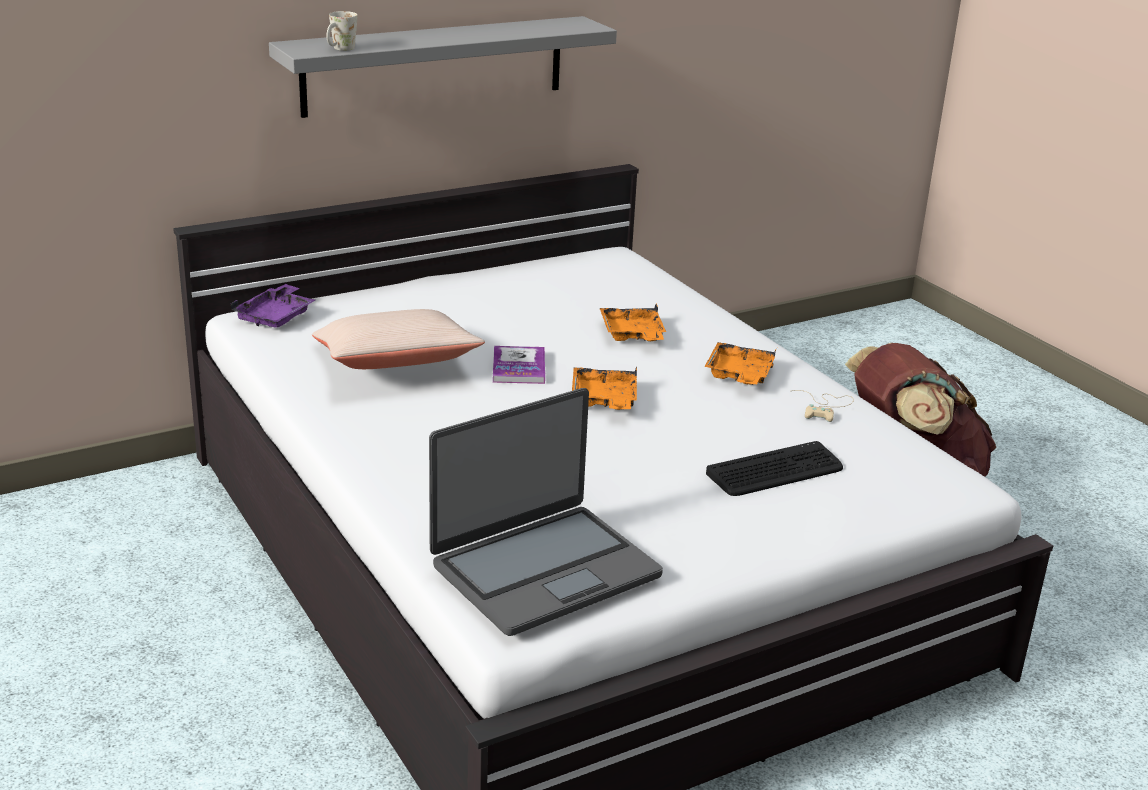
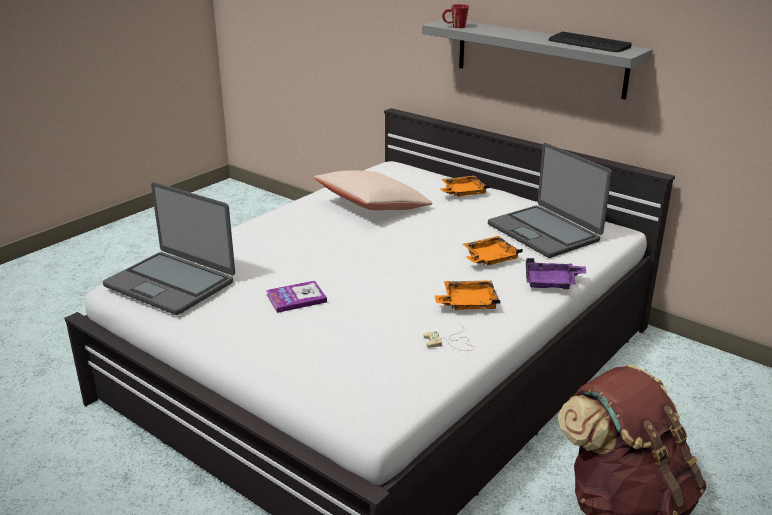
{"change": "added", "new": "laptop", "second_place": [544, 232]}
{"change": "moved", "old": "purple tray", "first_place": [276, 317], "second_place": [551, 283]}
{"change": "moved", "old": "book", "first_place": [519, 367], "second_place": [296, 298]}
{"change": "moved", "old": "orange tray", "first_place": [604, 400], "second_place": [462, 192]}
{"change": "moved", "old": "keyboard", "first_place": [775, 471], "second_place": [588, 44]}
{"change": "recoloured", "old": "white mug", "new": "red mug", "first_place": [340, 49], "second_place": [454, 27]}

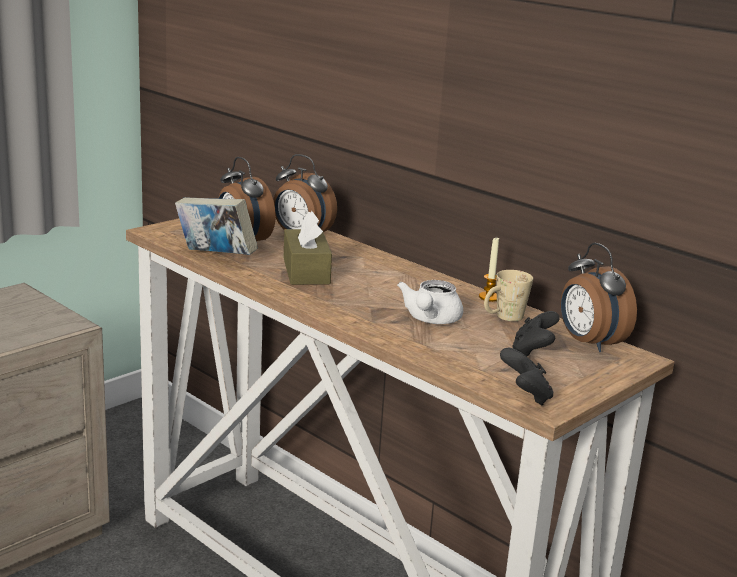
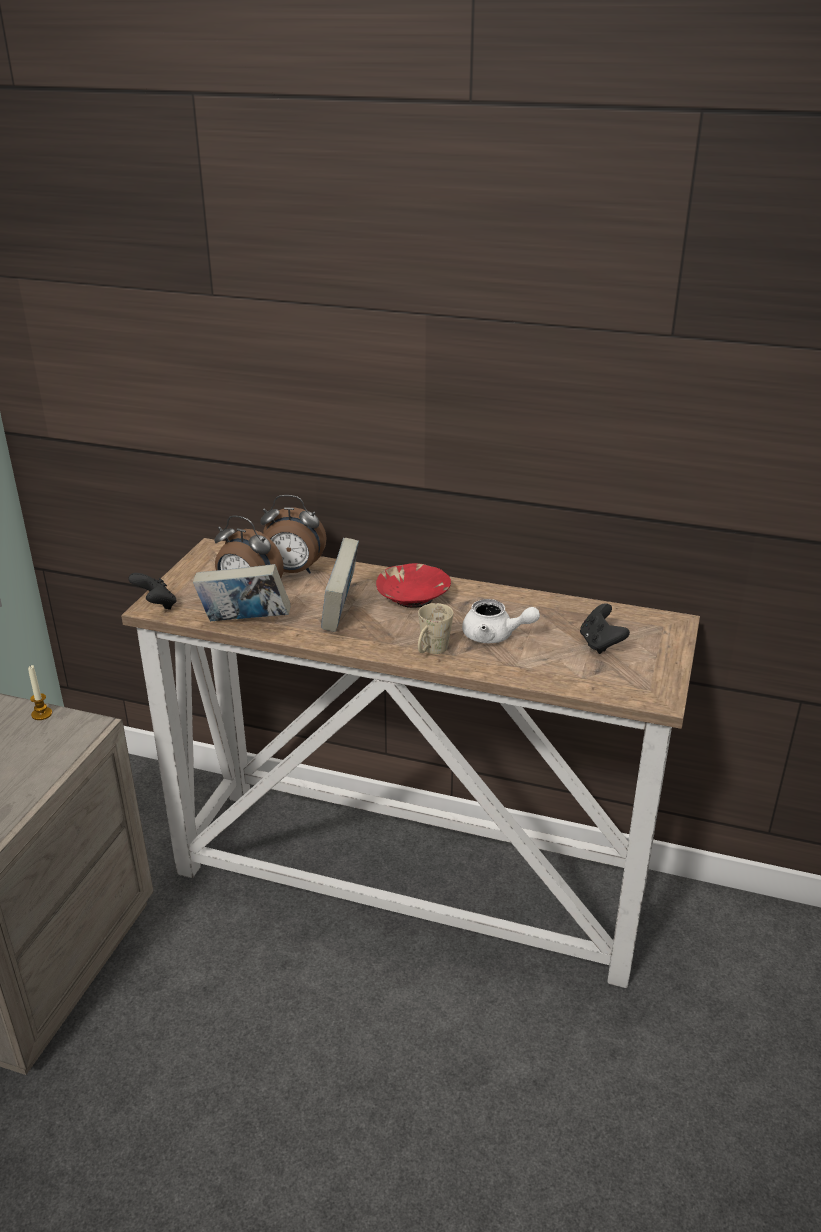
{"change": "removed", "old": "alarm clock", "first_place": [588, 343]}
{"change": "added", "new": "red bowl", "second_place": [414, 597]}
{"change": "moved", "old": "candle", "first_place": [489, 297], "second_place": [42, 714]}
{"change": "moved", "old": "beige mug", "first_place": [503, 318], "second_place": [431, 651]}
{"change": "moved", "old": "black game controller", "first_place": [525, 396], "second_place": [156, 605]}
{"change": "replaced", "old": "brown tissue box", "new": "book", "first_place": [306, 271], "second_place": [341, 613]}
{"change": "turned", "old": "white teapot", "first_place": [430, 320], "second_place": [495, 636], "degrees": -60}

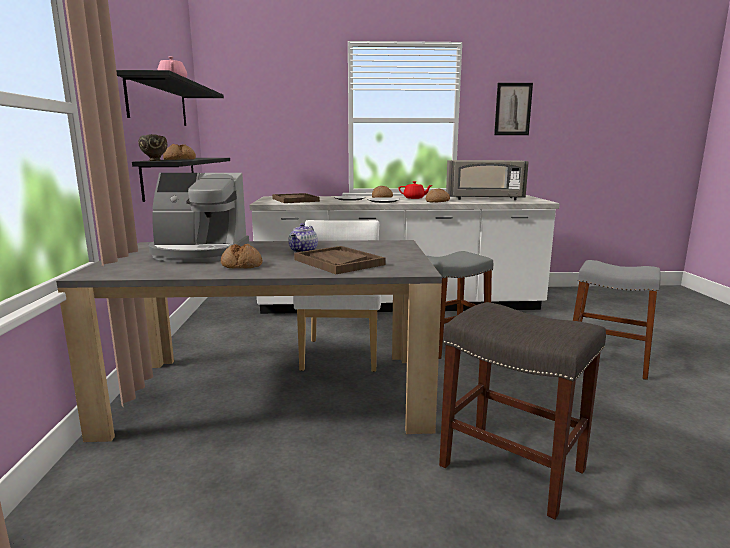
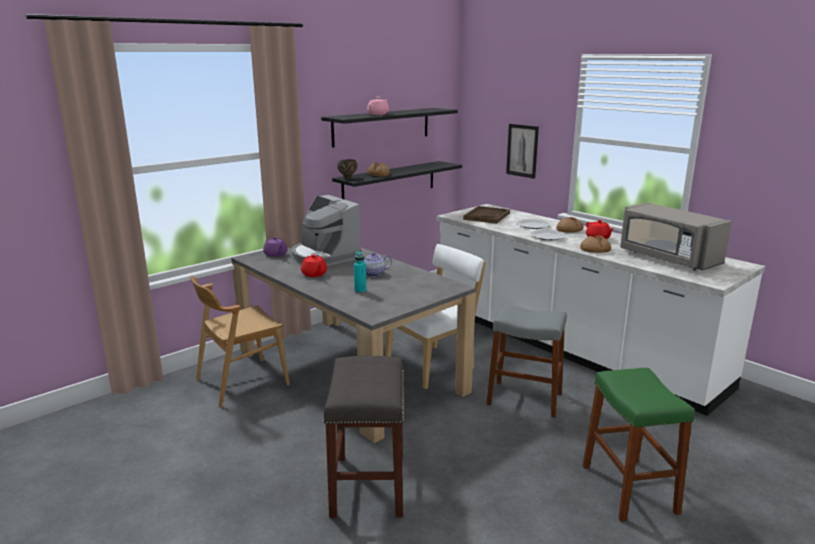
{"change": "added", "new": "brown chair", "second_place": [242, 382]}
{"change": "added", "new": "purple teapot", "second_place": [275, 255]}
{"change": "moved", "old": "picture", "first_place": [513, 109], "second_place": [522, 150]}
{"change": "replaced", "old": "bread", "new": "red teapot", "first_place": [242, 265], "second_place": [314, 274]}
{"change": "replaced", "old": "brown tray", "new": "turquoise bottle", "first_place": [338, 262], "second_place": [360, 291]}
{"change": "recoloured", "old": "grey stool", "new": "green stool", "first_place": [607, 361], "second_place": [629, 489]}

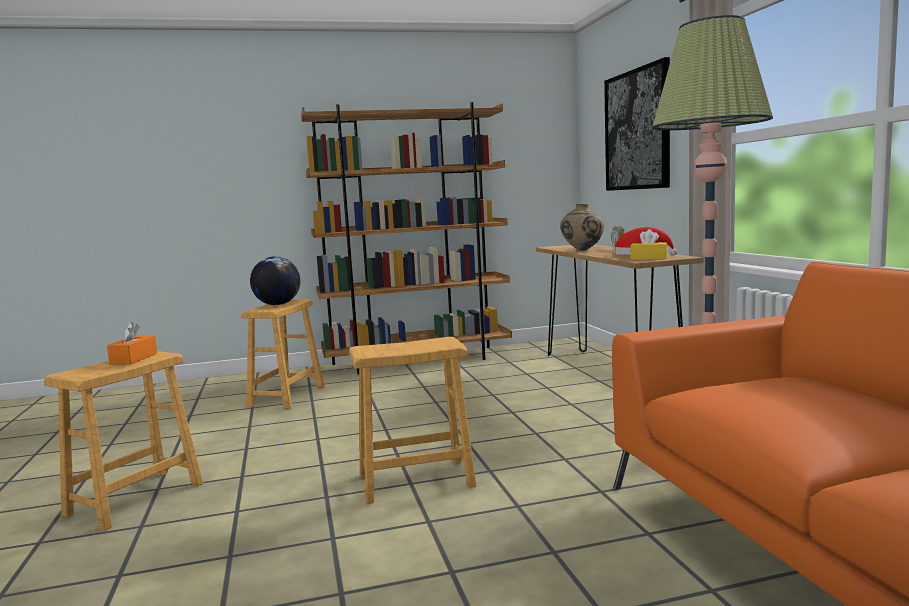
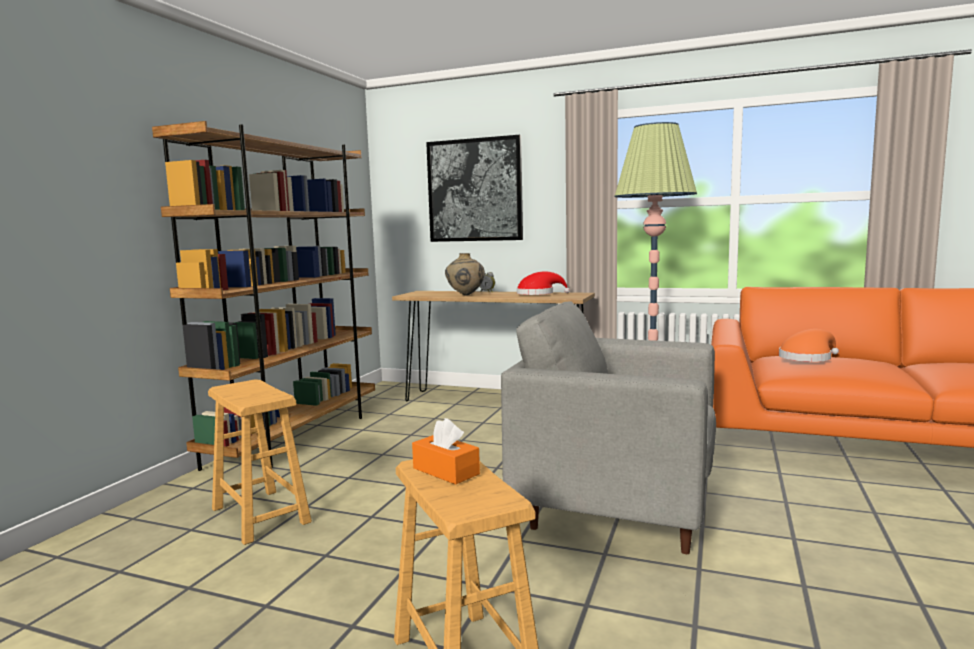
{"change": "removed", "old": "globe", "first_place": [277, 304]}
{"change": "removed", "old": "yellow tissue box", "first_place": [649, 258]}
{"change": "added", "new": "orange hat", "second_place": [807, 358]}
{"change": "replaced", "old": "brown stool", "new": "grey armchair", "first_place": [415, 480], "second_place": [615, 511]}

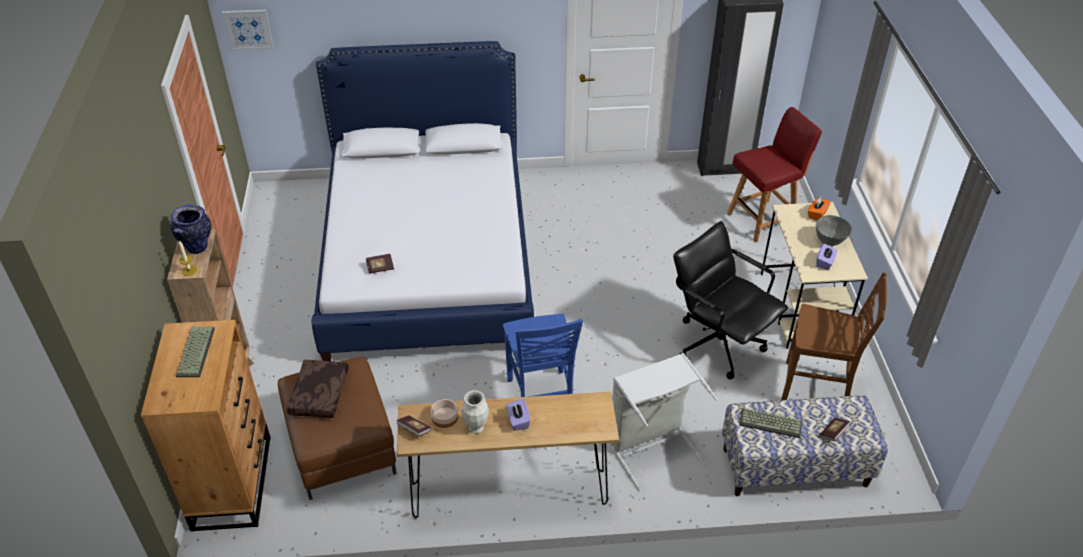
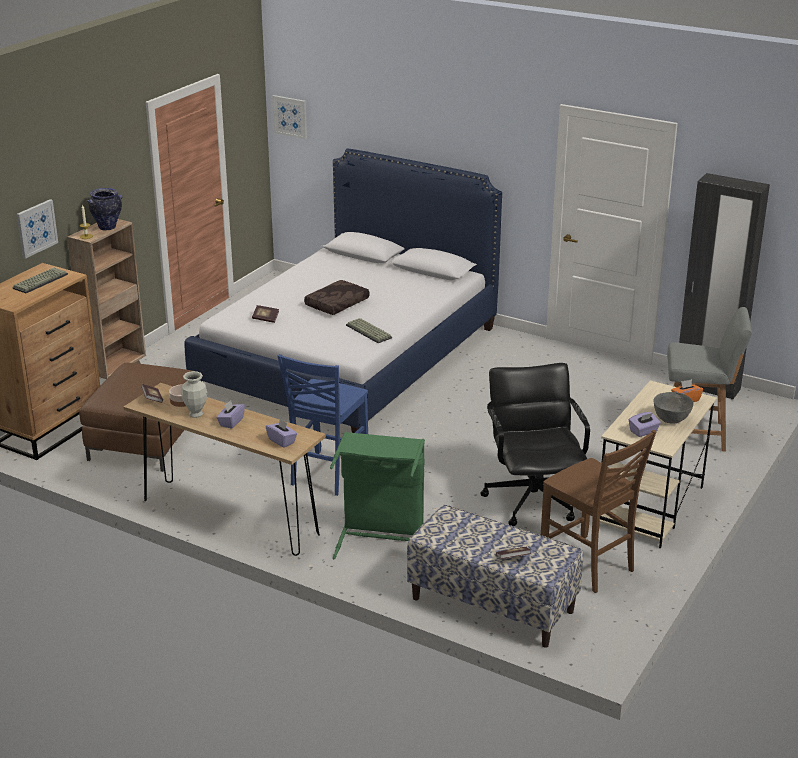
{"change": "added", "new": "picture", "second_place": [36, 228]}
{"change": "added", "new": "purple tissue box", "second_place": [282, 441]}
{"change": "moved", "old": "brown pillow", "first_place": [320, 395], "second_place": [337, 304]}
{"change": "moved", "old": "keyboard", "first_place": [771, 422], "second_place": [370, 331]}
{"change": "recoloured", "old": "grey laundry basket", "new": "green laundry basket", "first_place": [651, 447], "second_place": [380, 539]}
{"change": "recoloured", "old": "red chair", "new": "grey chair", "first_place": [763, 220], "second_place": [697, 434]}

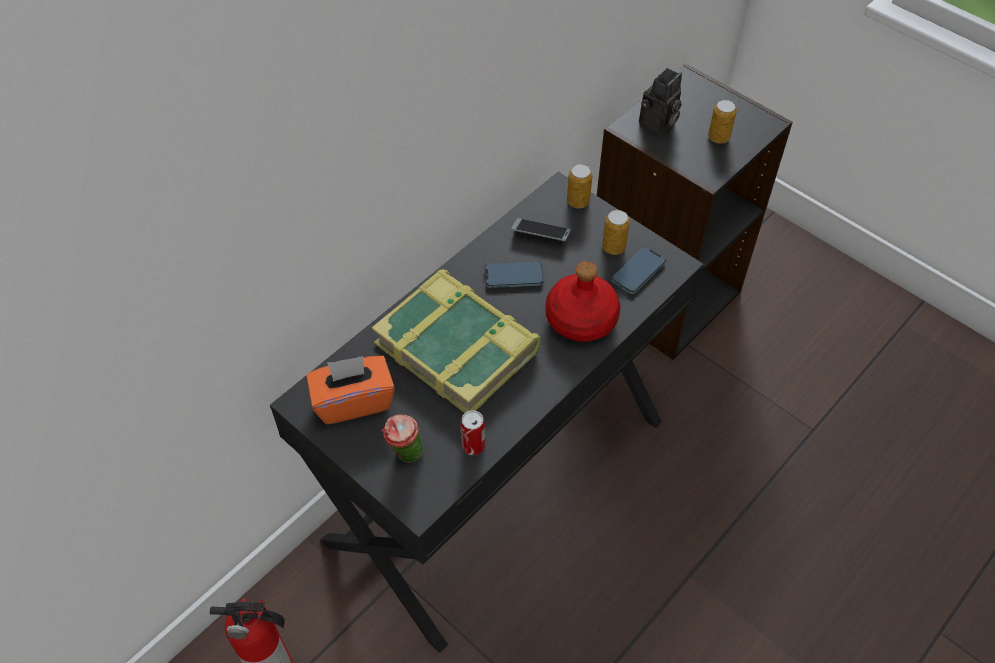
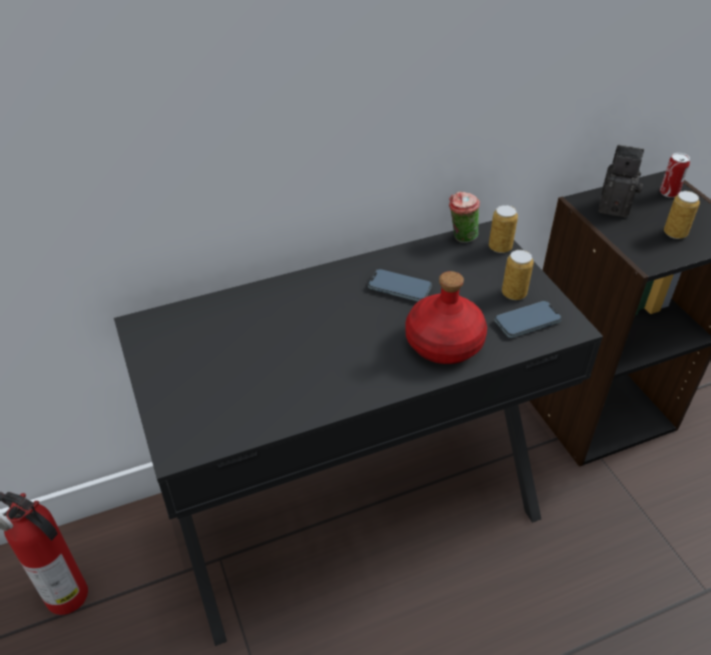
{"change": "removed", "old": "orange tissue box", "first_place": [353, 401]}
{"change": "removed", "old": "book", "first_place": [458, 347]}
{"change": "removed", "old": "phone", "first_place": [540, 234]}
{"change": "moved", "old": "cup", "first_place": [405, 455], "second_place": [461, 238]}
{"change": "moved", "old": "can", "first_place": [473, 445], "second_place": [668, 192]}
{"change": "turned", "old": "photo camera", "first_place": [658, 123], "second_place": [616, 207], "degrees": -135}

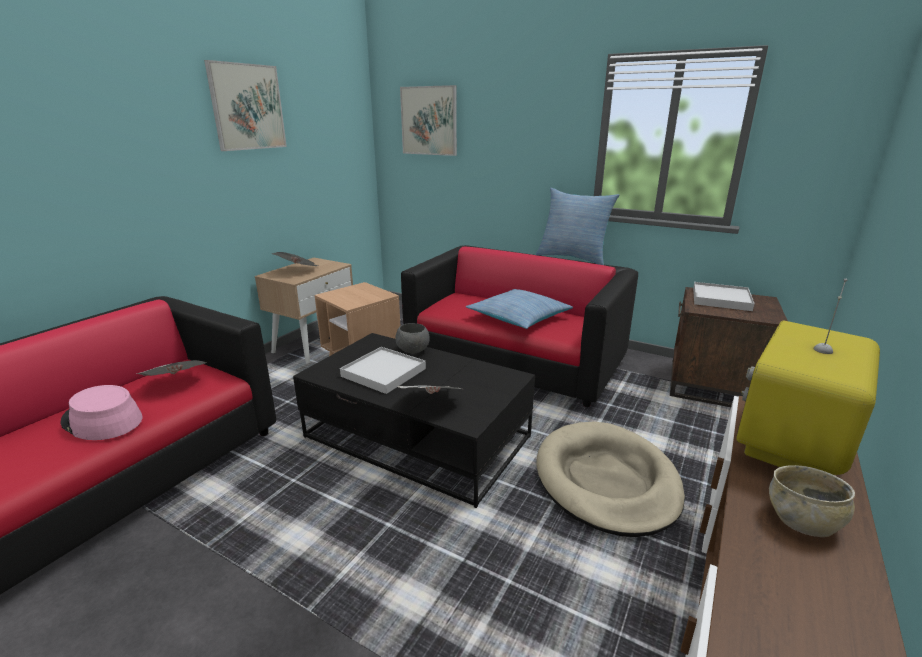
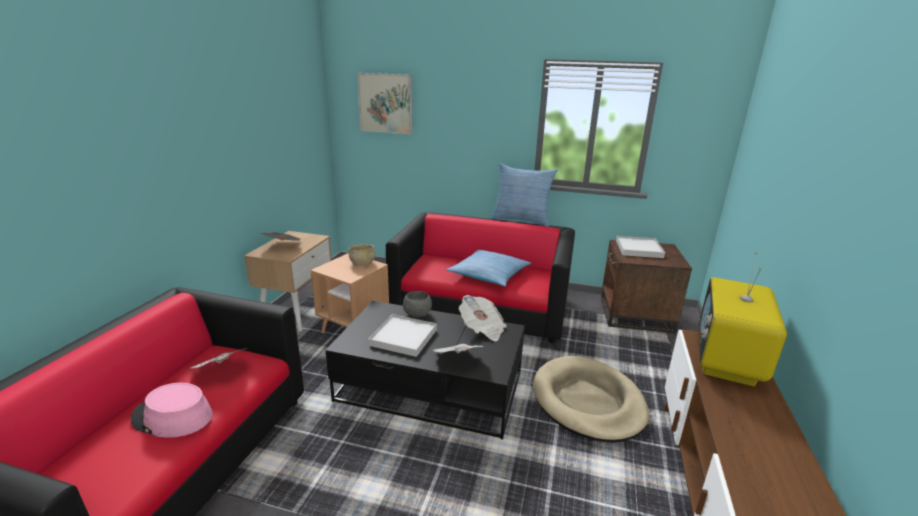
{"change": "removed", "old": "picture", "first_place": [247, 107]}
{"change": "added", "new": "newspaper", "second_place": [482, 329]}
{"change": "moved", "old": "beige bowl", "first_place": [802, 520], "second_place": [362, 263]}

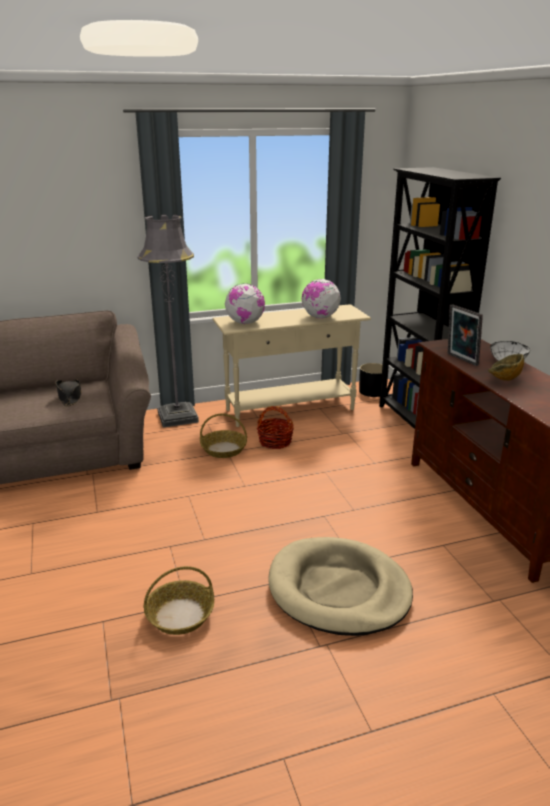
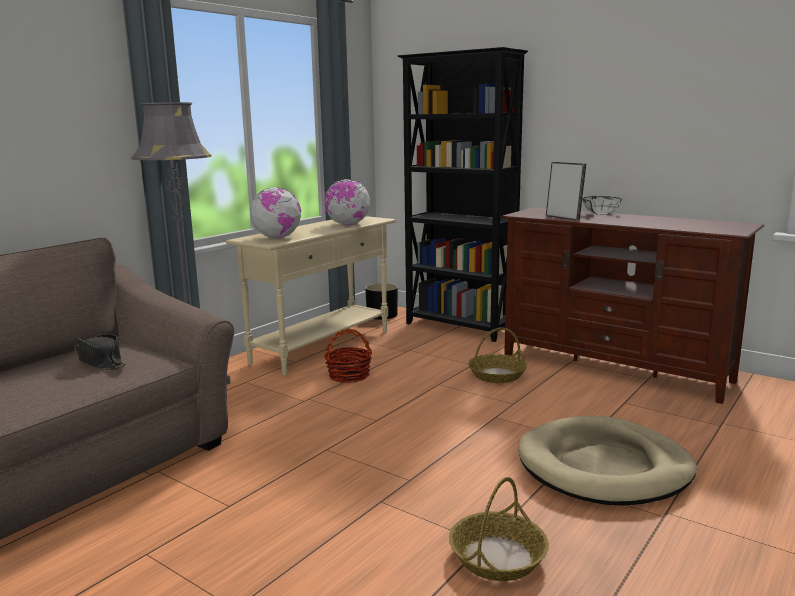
{"change": "removed", "old": "bowl", "first_place": [503, 380]}
{"change": "moved", "old": "basket", "first_place": [224, 449], "second_place": [497, 375]}
{"change": "turned", "old": "picture frame", "first_place": [460, 360], "second_place": [564, 218], "degrees": -150}

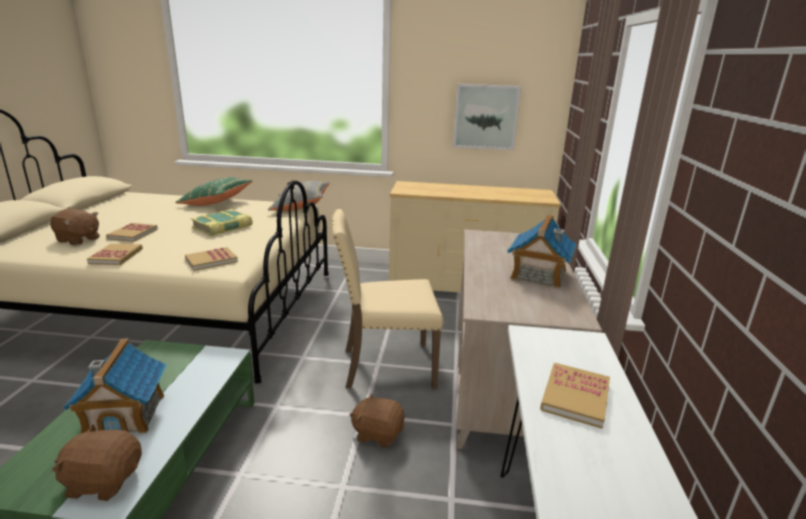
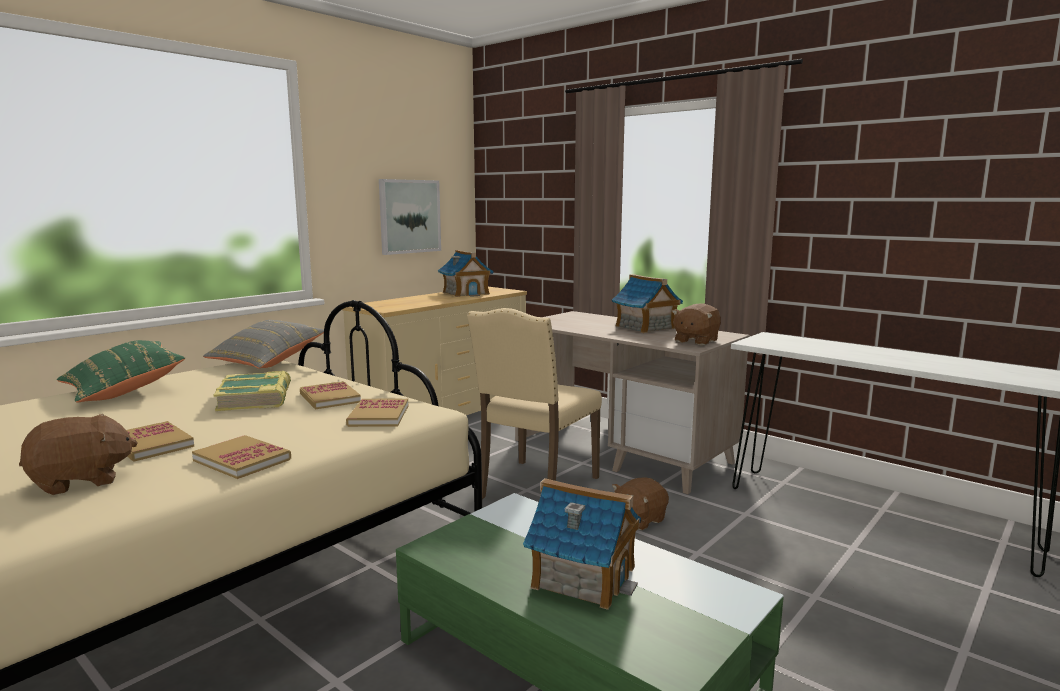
{"change": "added", "new": "toy house", "second_place": [466, 293]}
{"change": "moved", "old": "brown plush toy", "first_place": [104, 480], "second_place": [695, 341]}
{"change": "moved", "old": "book", "first_place": [575, 396], "second_place": [329, 398]}

